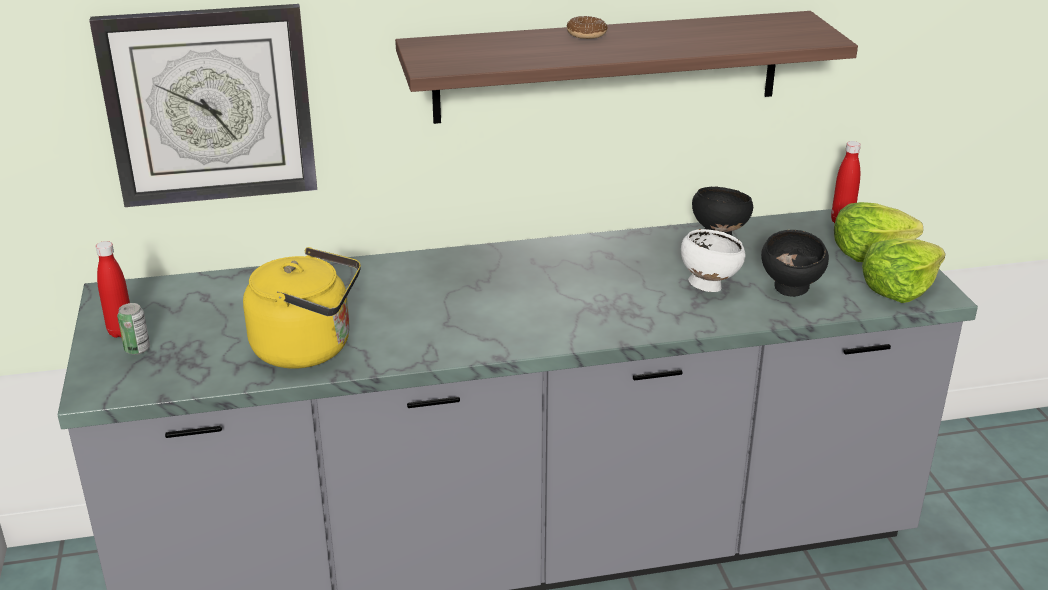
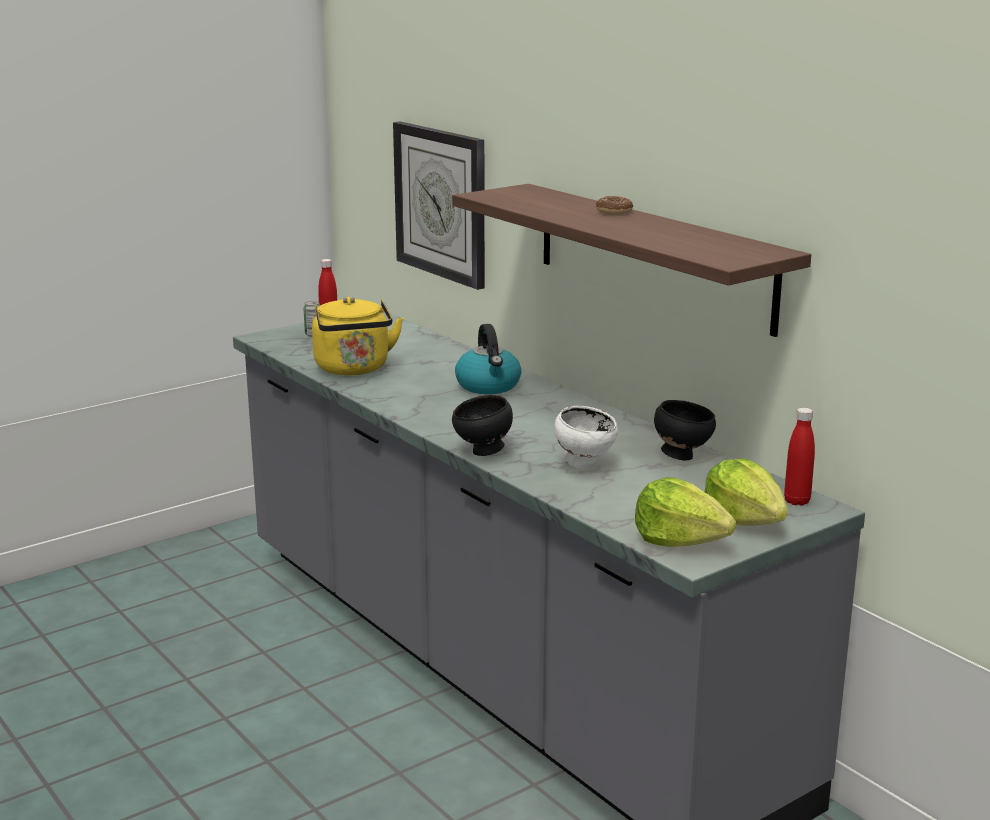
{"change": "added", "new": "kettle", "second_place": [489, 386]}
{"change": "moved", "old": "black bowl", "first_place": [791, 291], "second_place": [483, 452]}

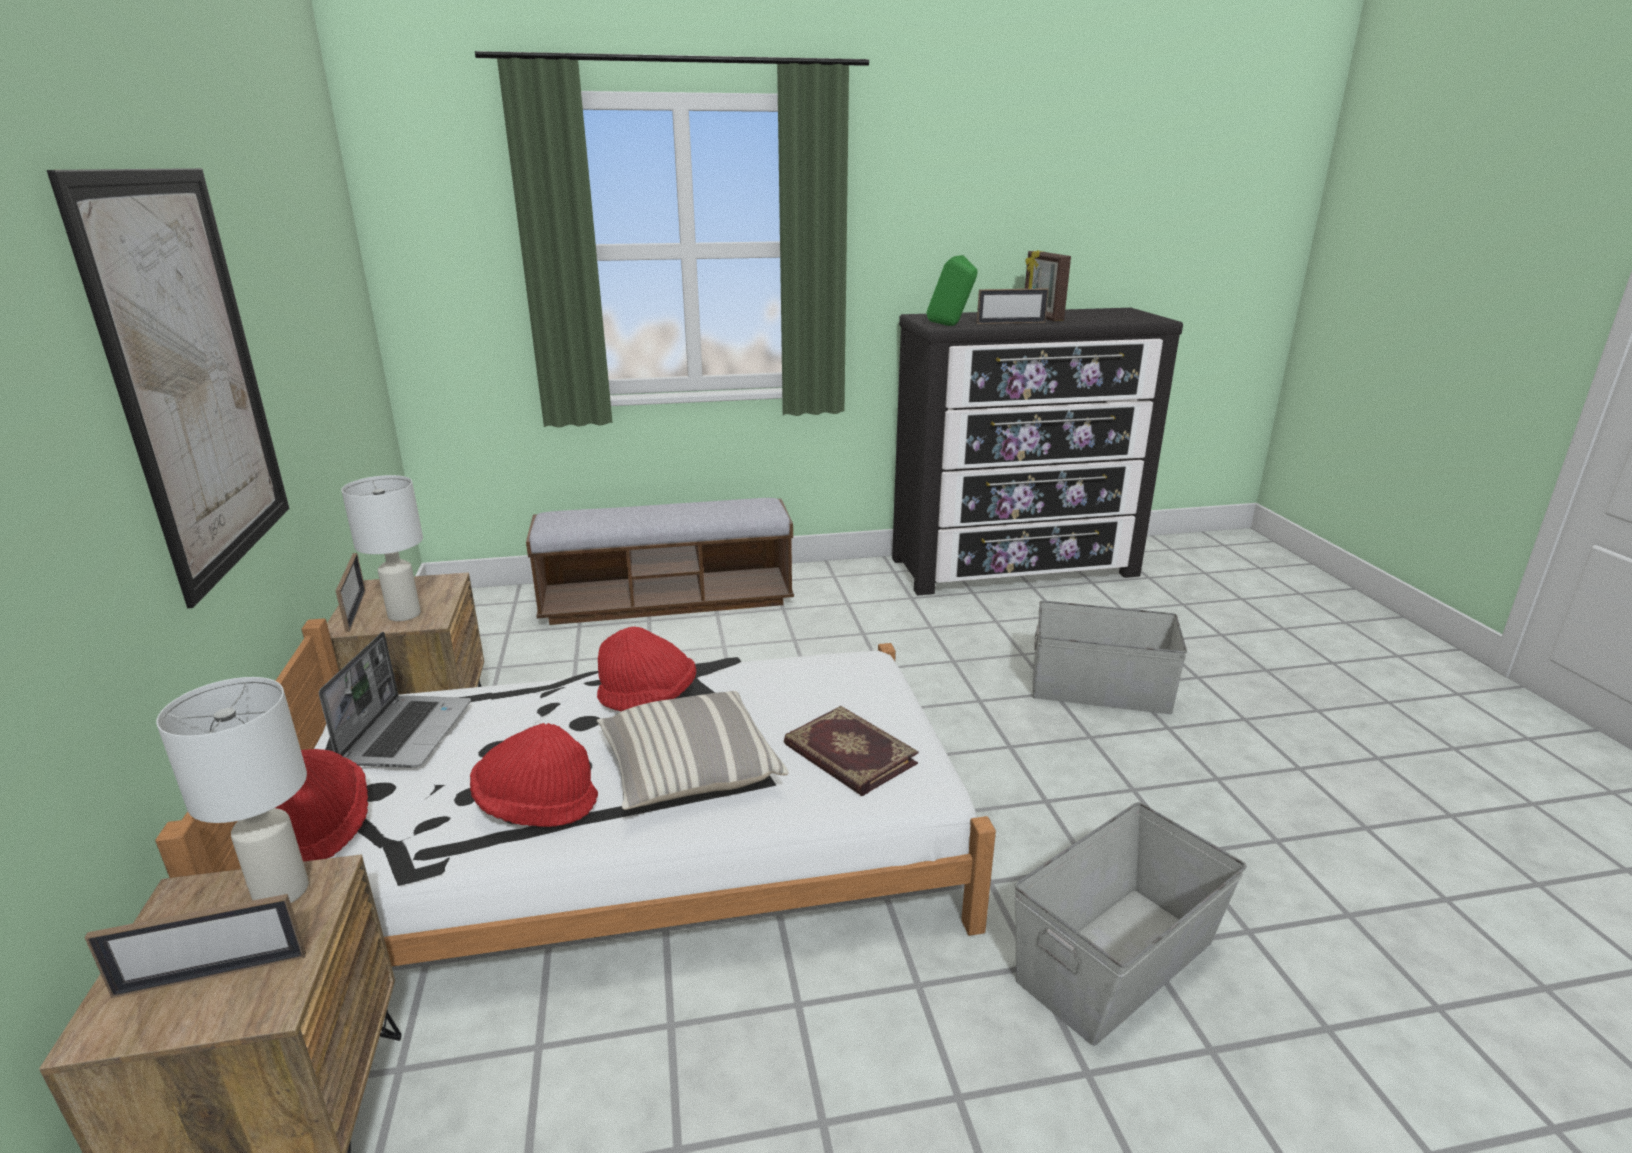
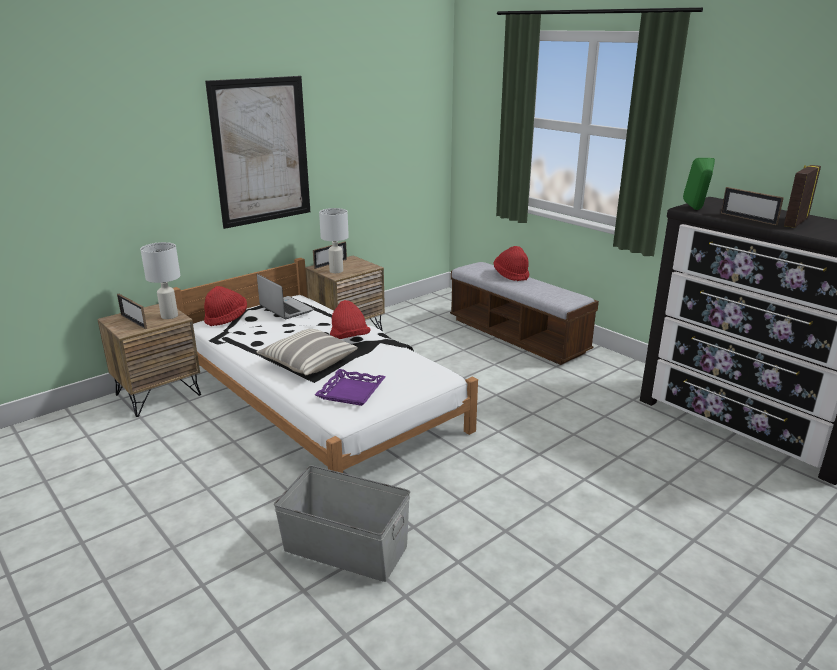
{"change": "removed", "old": "grey storage box", "first_place": [1098, 689]}
{"change": "moved", "old": "red hat", "first_place": [536, 806], "second_place": [511, 275]}
{"change": "replaced", "old": "book", "new": "purple tray", "first_place": [848, 755], "second_place": [350, 392]}
{"change": "turned", "old": "laptop", "first_place": [407, 732], "second_place": [285, 309], "degrees": -105}

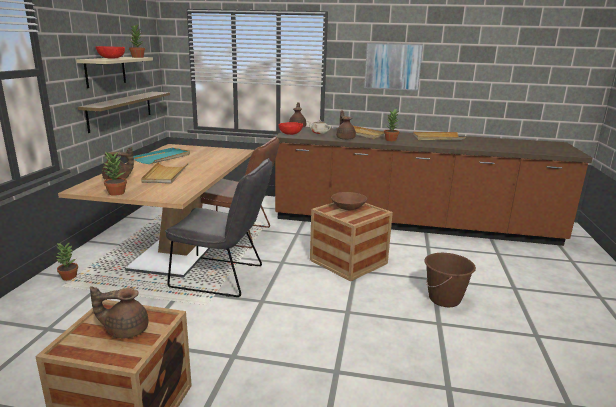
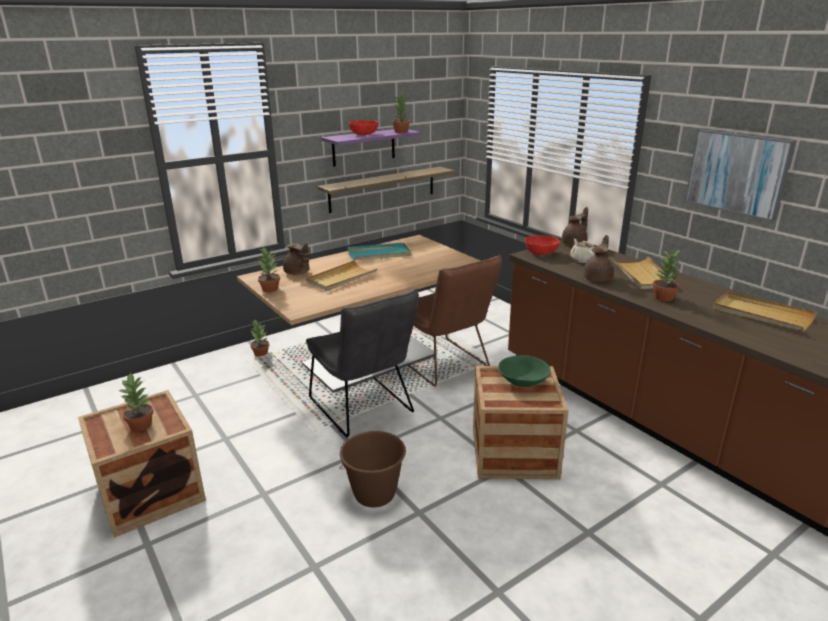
{"change": "moved", "old": "brown bucket", "first_place": [444, 299], "second_place": [375, 494]}
{"change": "replaced", "old": "brown teapot", "new": "potted plant", "first_place": [125, 330], "second_place": [141, 425]}
{"change": "recoloured", "old": "beige shelf", "new": "purple shelf", "first_place": [105, 71], "second_place": [363, 147]}
{"change": "recoloured", "old": "brown bowl", "new": "green bowl", "first_place": [348, 208], "second_place": [522, 381]}

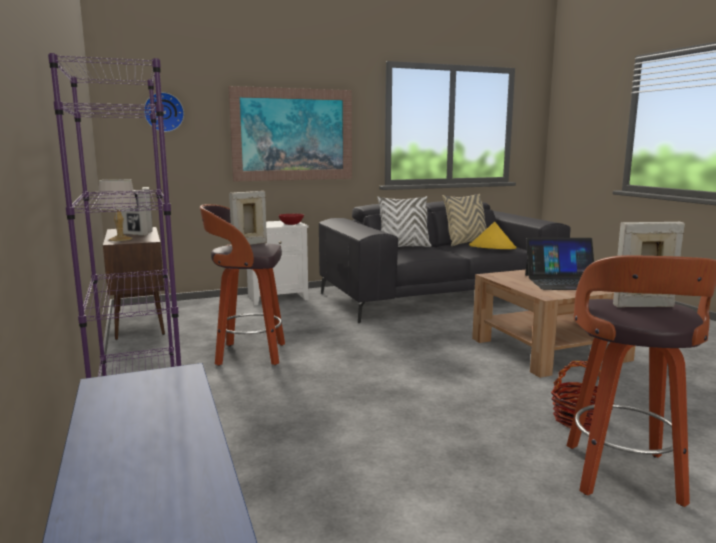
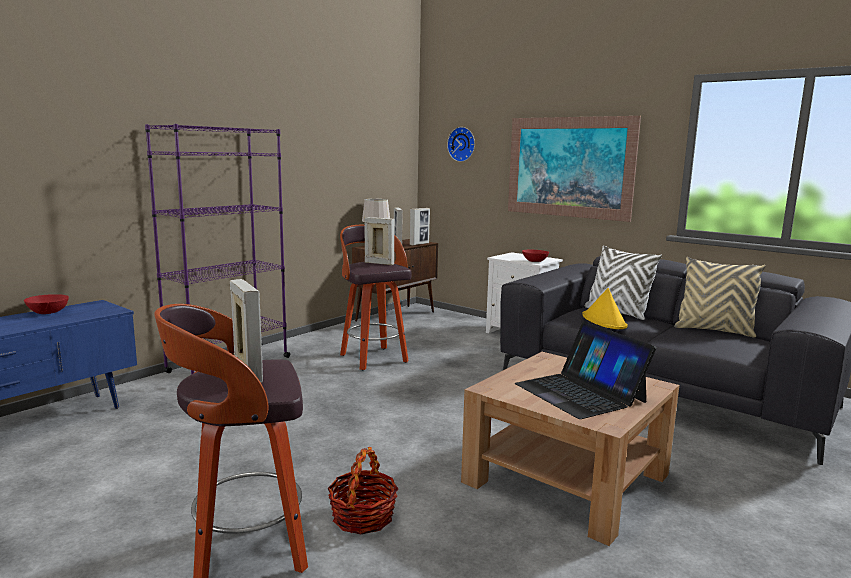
{"change": "added", "new": "red bowl", "second_place": [47, 312]}
{"change": "moved", "old": "yellow hat", "first_place": [492, 247], "second_place": [604, 321]}

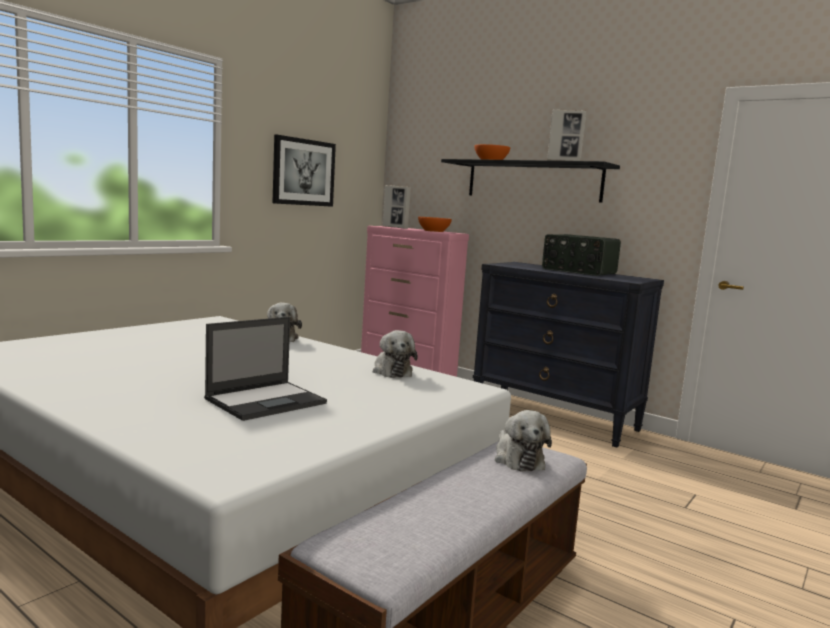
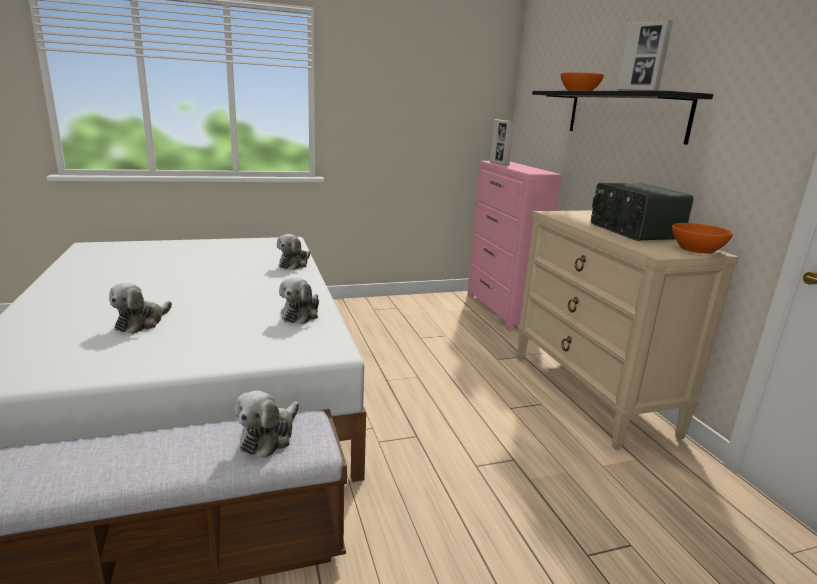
{"change": "removed", "old": "picture", "first_place": [303, 172]}
{"change": "moved", "old": "orange bowl", "first_place": [434, 231], "second_place": [697, 249]}
{"change": "replaced", "old": "laptop", "new": "plush toy", "first_place": [267, 401], "second_place": [141, 322]}
{"change": "recoloured", "old": "black dresser", "new": "beige dresser", "first_place": [555, 418], "second_place": [591, 394]}

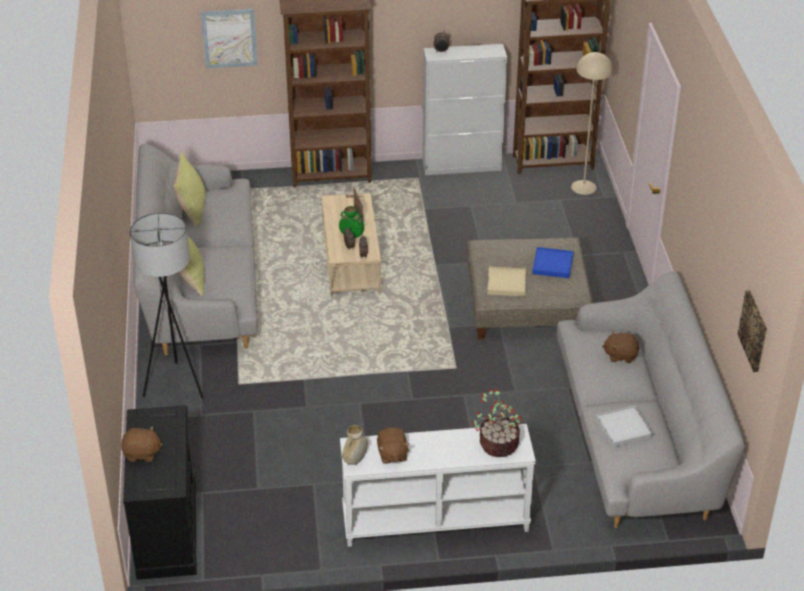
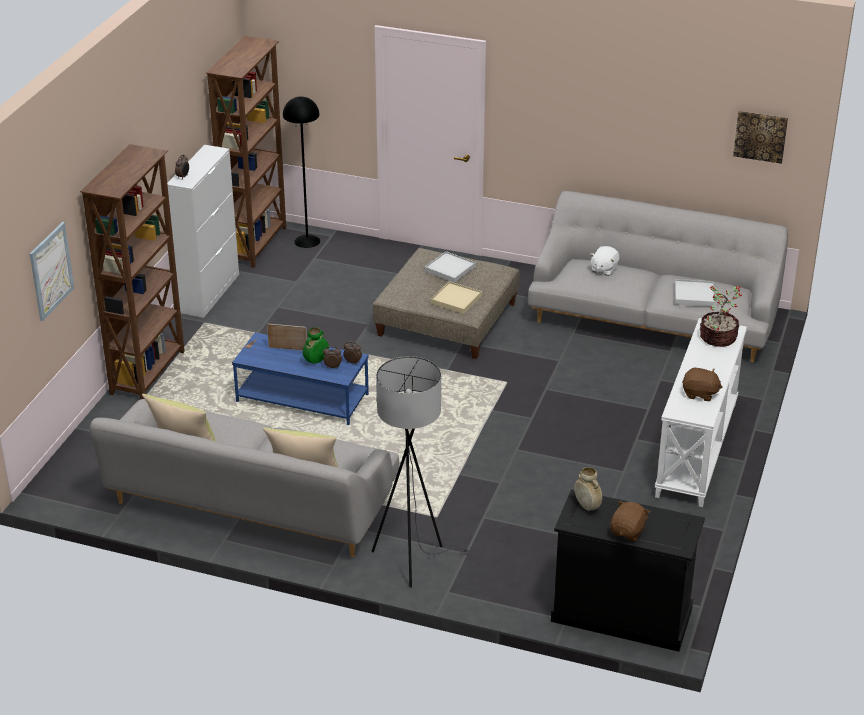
{"change": "moved", "old": "beige vase", "first_place": [355, 460], "second_place": [587, 506]}
{"change": "recoloured", "old": "beige coffee table", "new": "blue coffee table", "first_place": [350, 261], "second_place": [301, 398]}
{"change": "recoloured", "old": "blue tray", "new": "white tray", "first_place": [552, 264], "second_place": [450, 269]}
{"change": "recoloured", "old": "beige floor lamp", "new": "black floor lamp", "first_place": [584, 187], "second_place": [307, 241]}
{"change": "recoloured", "old": "brown plush toy", "new": "white plush toy", "first_place": [620, 355], "second_place": [604, 269]}

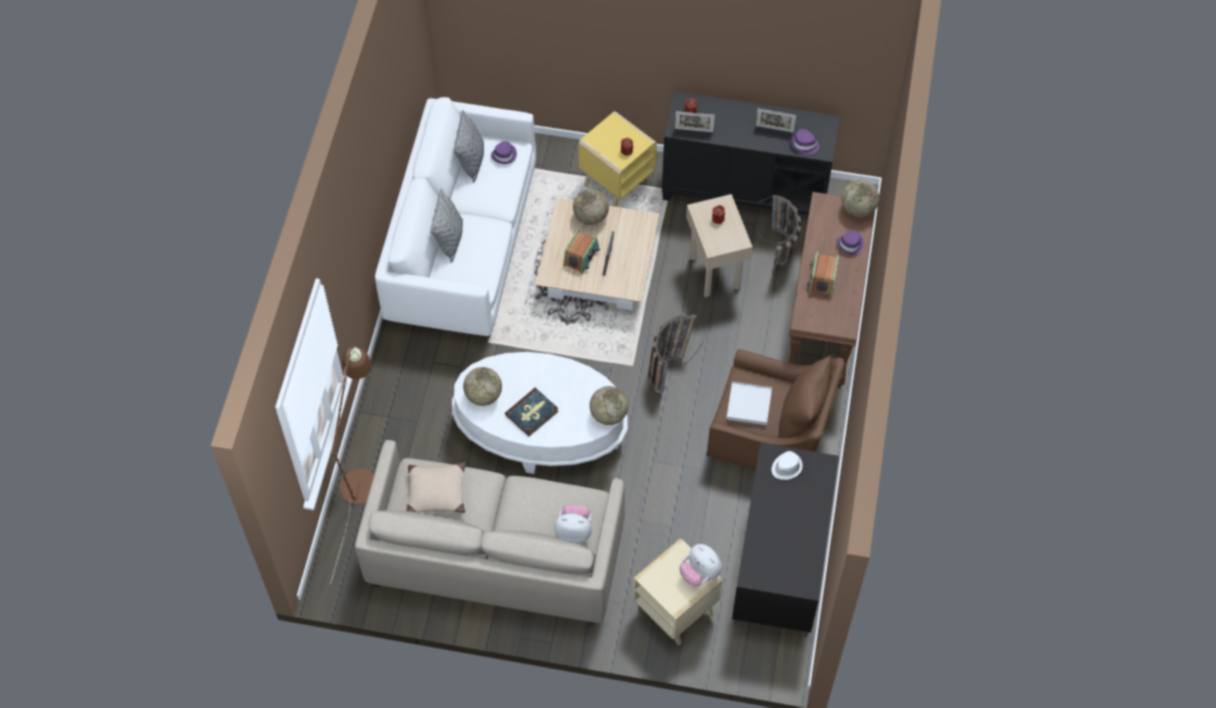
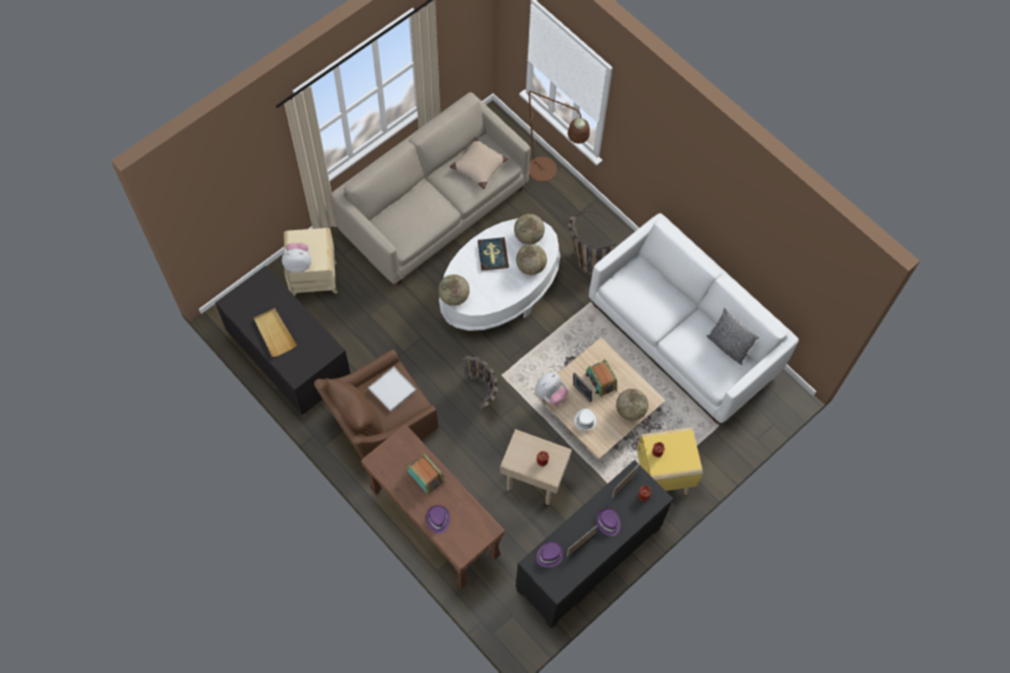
{"change": "removed", "old": "grey pillow", "first_place": [449, 240]}
{"change": "added", "new": "beige tray", "second_place": [274, 333]}
{"change": "moved", "old": "purple hat", "first_place": [504, 155], "second_place": [608, 522]}
{"change": "moved", "old": "plush toy", "first_place": [574, 531], "second_place": [550, 394]}
{"change": "moved", "old": "basket", "first_place": [780, 254], "second_place": [585, 258]}
{"change": "moved", "old": "white hat", "first_place": [786, 467], "second_place": [585, 420]}
{"change": "moved", "old": "globe", "first_place": [858, 209], "second_place": [531, 266]}

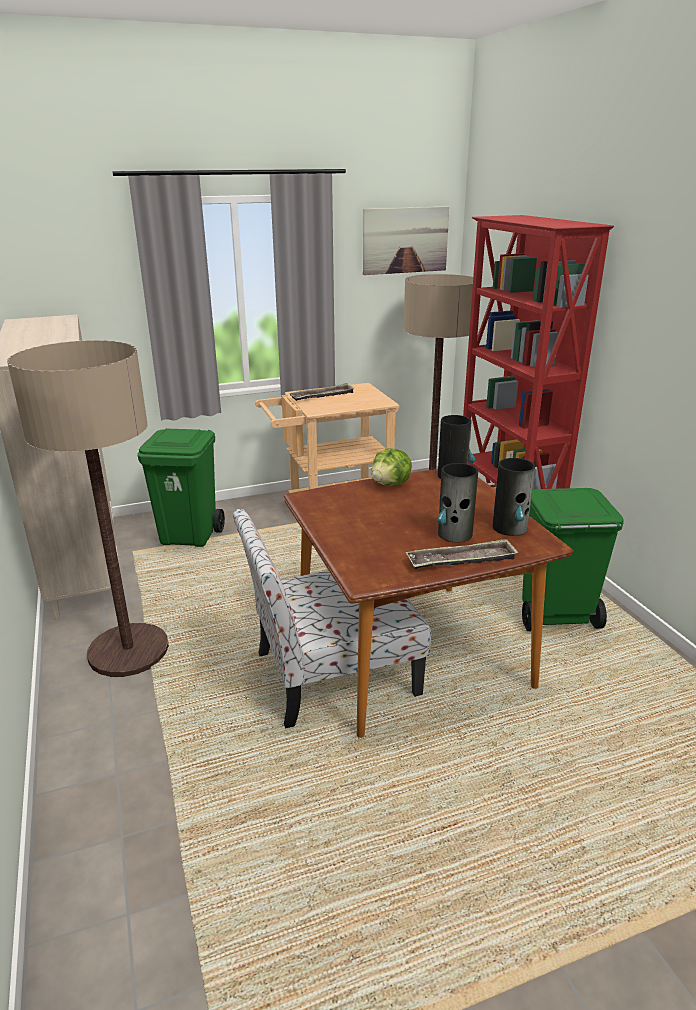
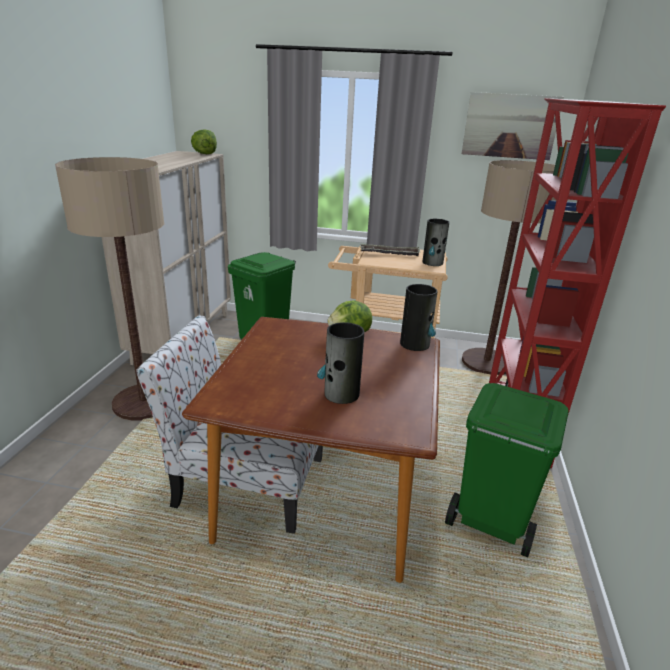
{"change": "removed", "old": "tray", "first_place": [461, 560]}
{"change": "added", "new": "lettuce", "second_place": [205, 154]}
{"change": "moved", "old": "vase", "first_place": [510, 528], "second_place": [432, 263]}

